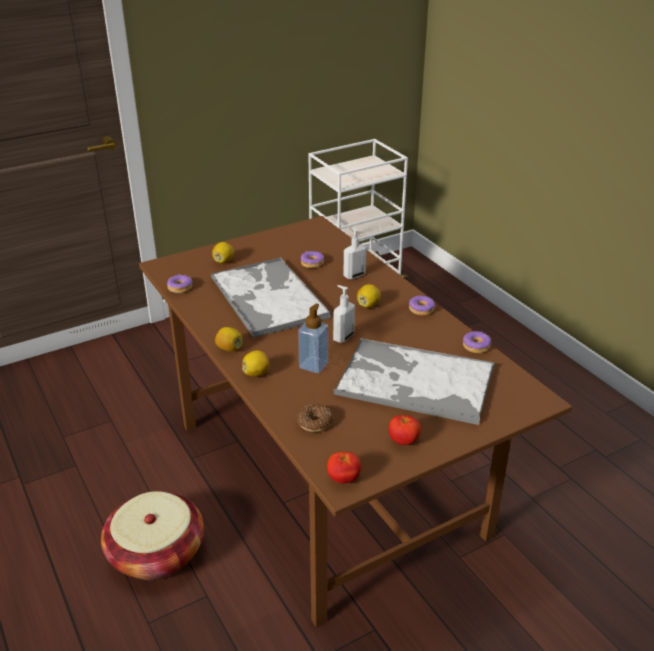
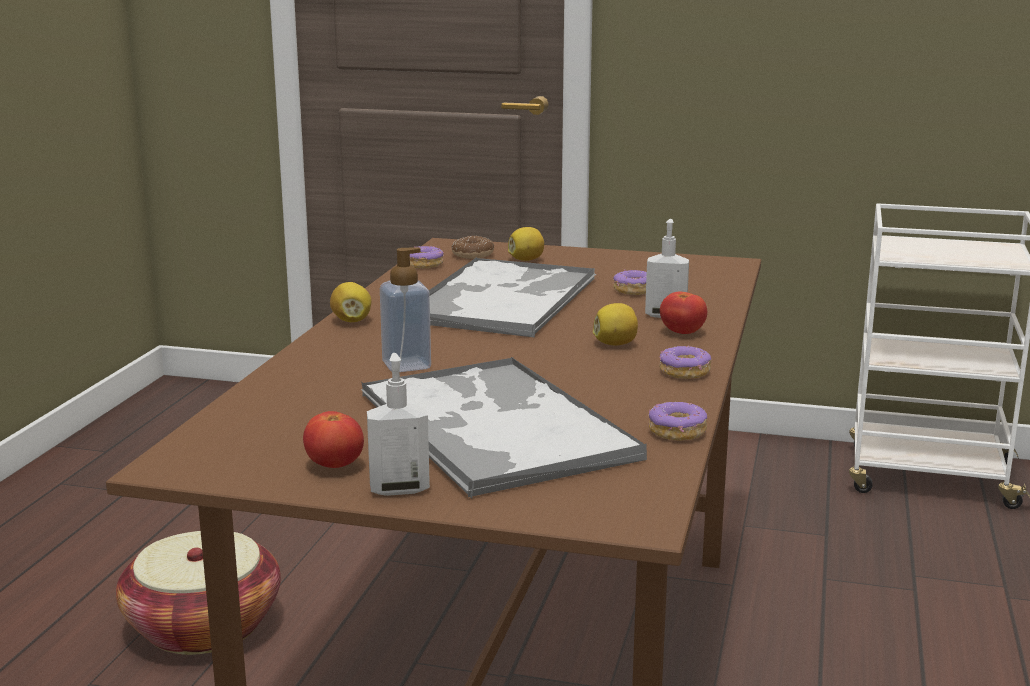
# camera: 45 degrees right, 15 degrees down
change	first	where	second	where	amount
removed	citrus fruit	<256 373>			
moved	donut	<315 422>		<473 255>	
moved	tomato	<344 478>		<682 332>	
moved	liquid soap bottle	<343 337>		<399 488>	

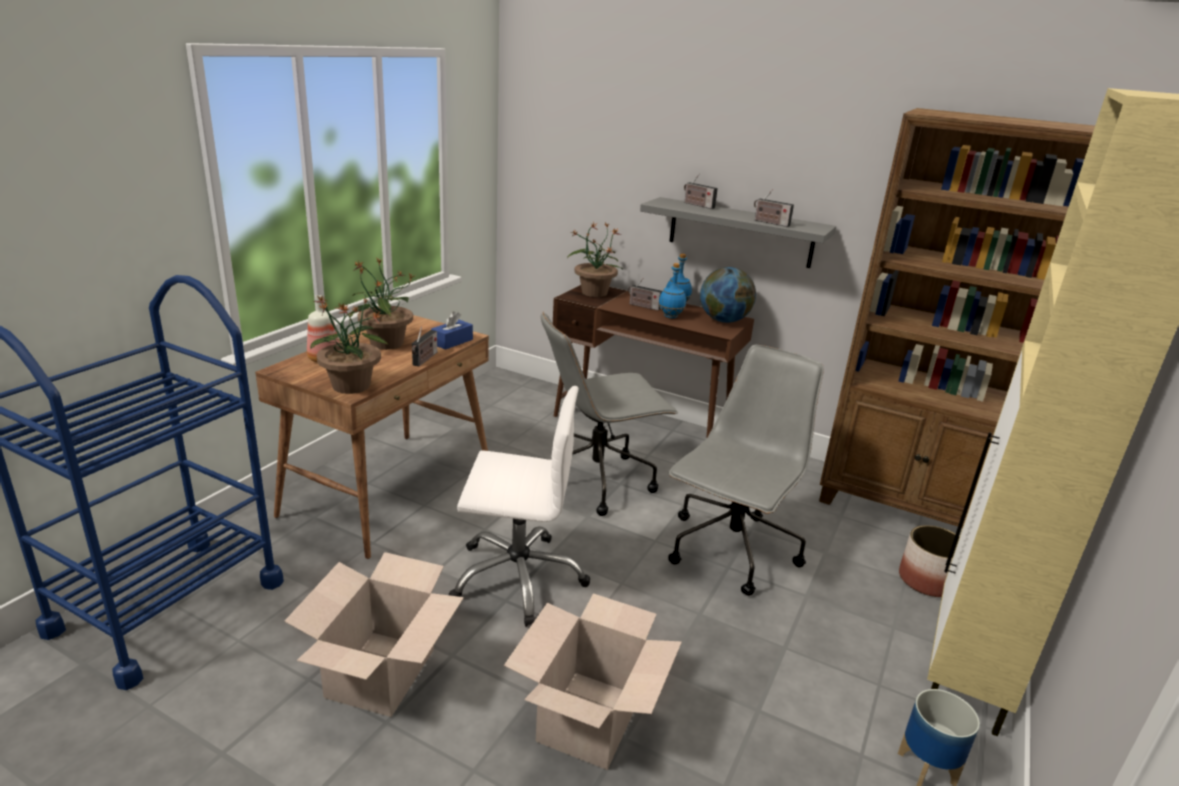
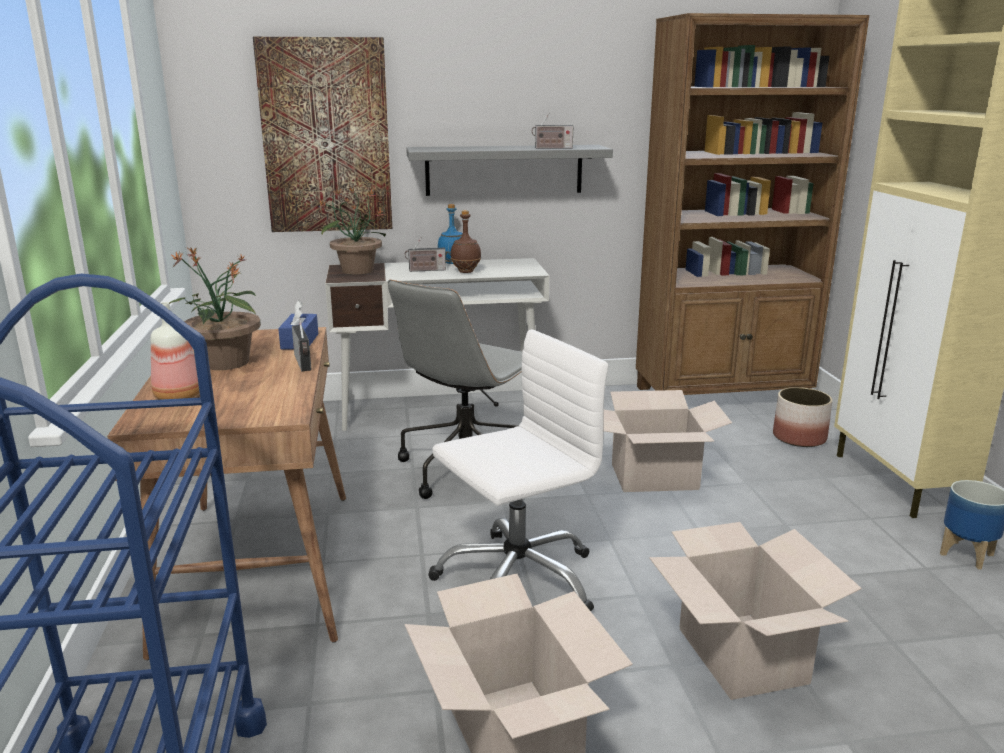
# camera: 35 degrees left, 5 degrees down
change	first	where	second	where	amount
removed	houseplant	<351 386>			
recoloured	brown desk table	<641 426>	white-coloured desk table	<441 410>	
recoloured	bluish drink bottle	<671 316>	brown drink bottle	<466 271>	
replaced	grey desk chair	<731 552>	packing box	<654 476>	
removed	radio set	<697 205>			
removed	world globe	<724 321>			
added			wall picture	<326 137>	

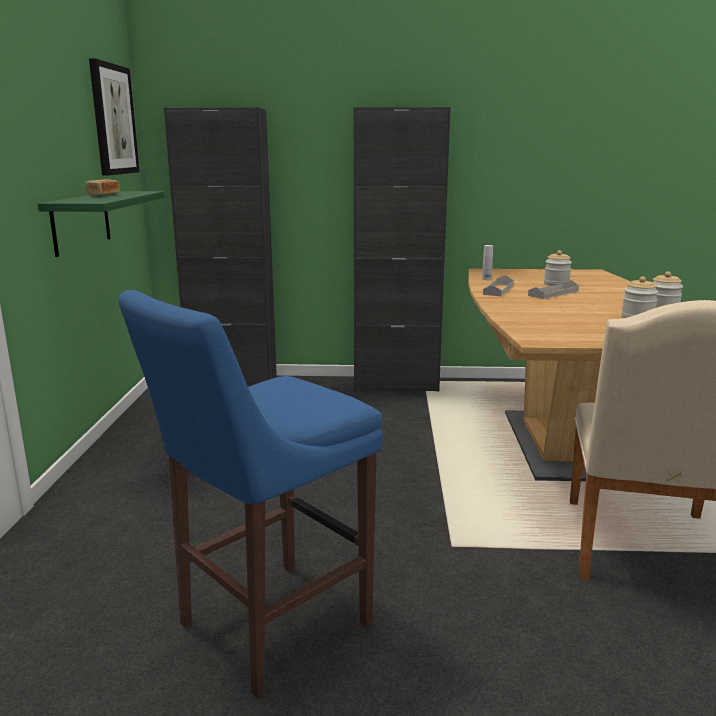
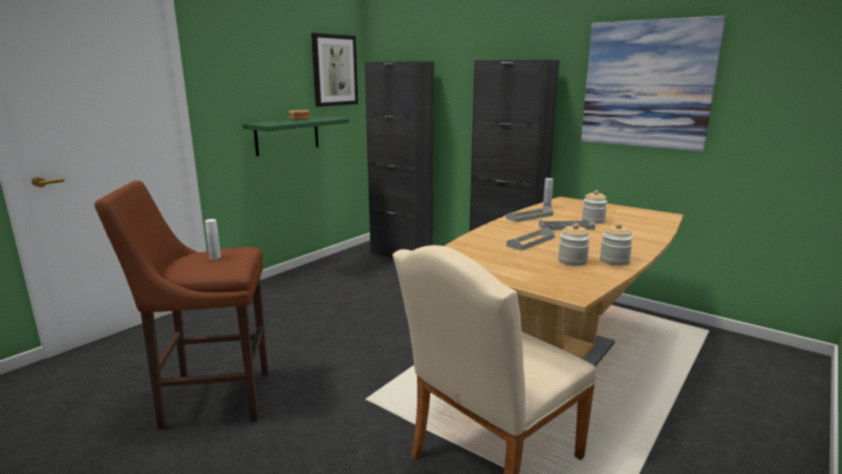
# camera: 35 degrees right, 0 degrees up
change	first	where	second	where	amount
recoloured	bluish stool seat	<266 627>	brown stool seat	<211 398>	
added			white-coloured drink bottle	<215 257>	
added			grey tray	<531 242>	
added			wall picture	<647 84>	

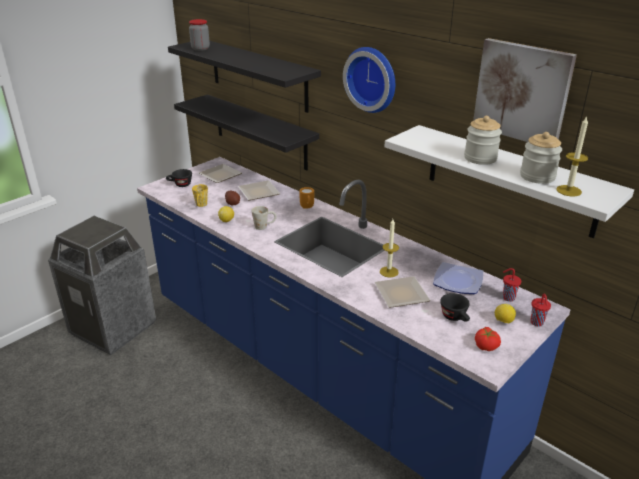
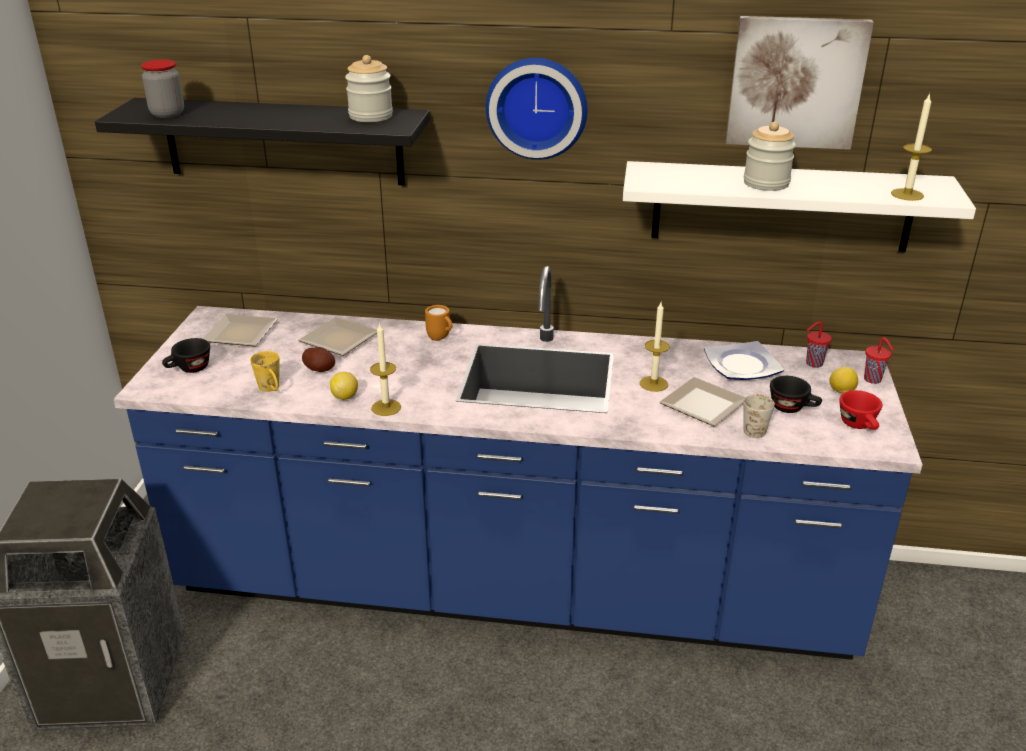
# camera: 35 degrees left, 0 degrees up
change	first	where	second	where	amount
removed	black-coloured shelf	<260 132>			
moved	white-coloured tea mug	<264 226>		<757 428>	
replaced	tomato	<486 346>	reddish drinking cup	<860 426>	
moved	storage jar	<537 176>		<371 116>	
added			wax candle	<386 407>	

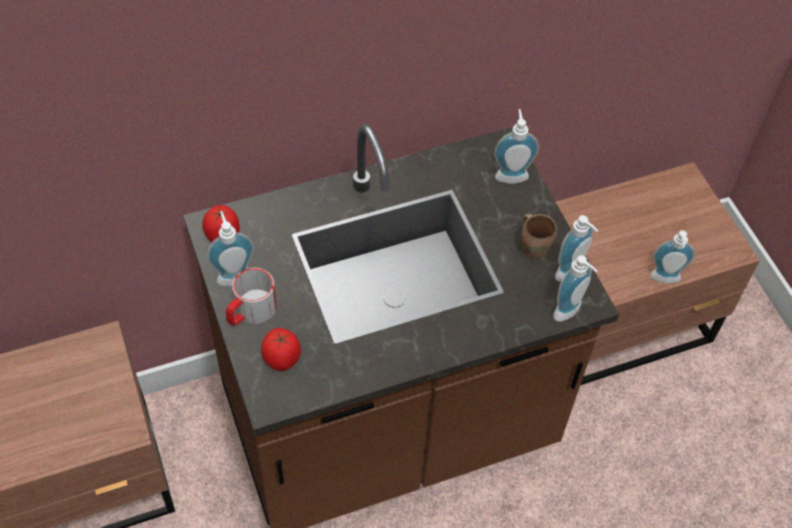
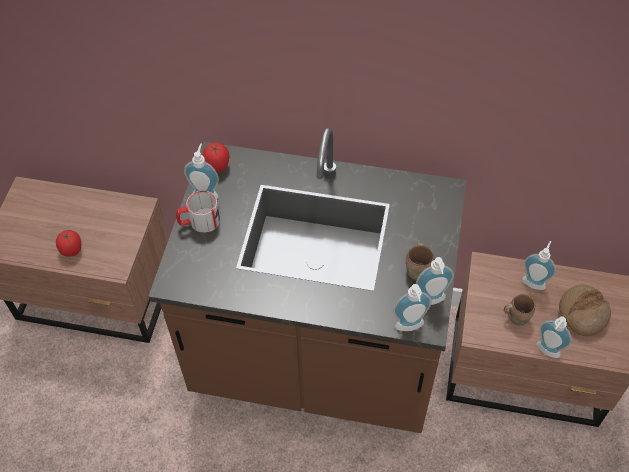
# camera: 35 degrees right, 0 degrees up
change	first	where	second	where	amount
moved	tomato	<282 359>		<72 250>	
moved	liquid soap bottle	<511 174>		<534 281>	
added			brown tea mug	<516 316>	
added			bakery bread	<582 313>	

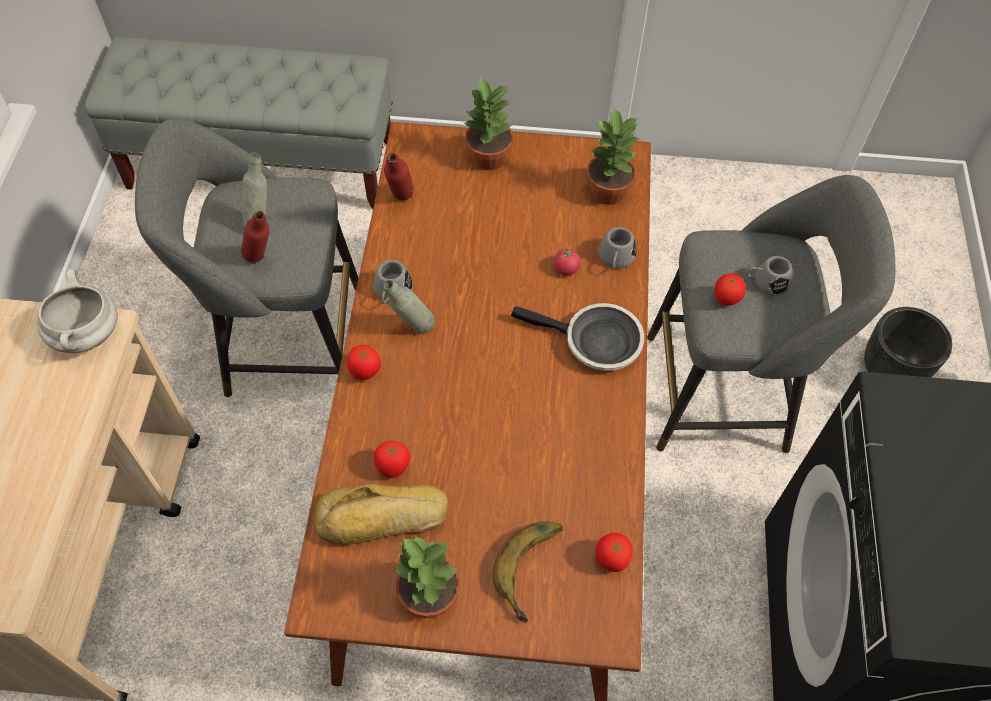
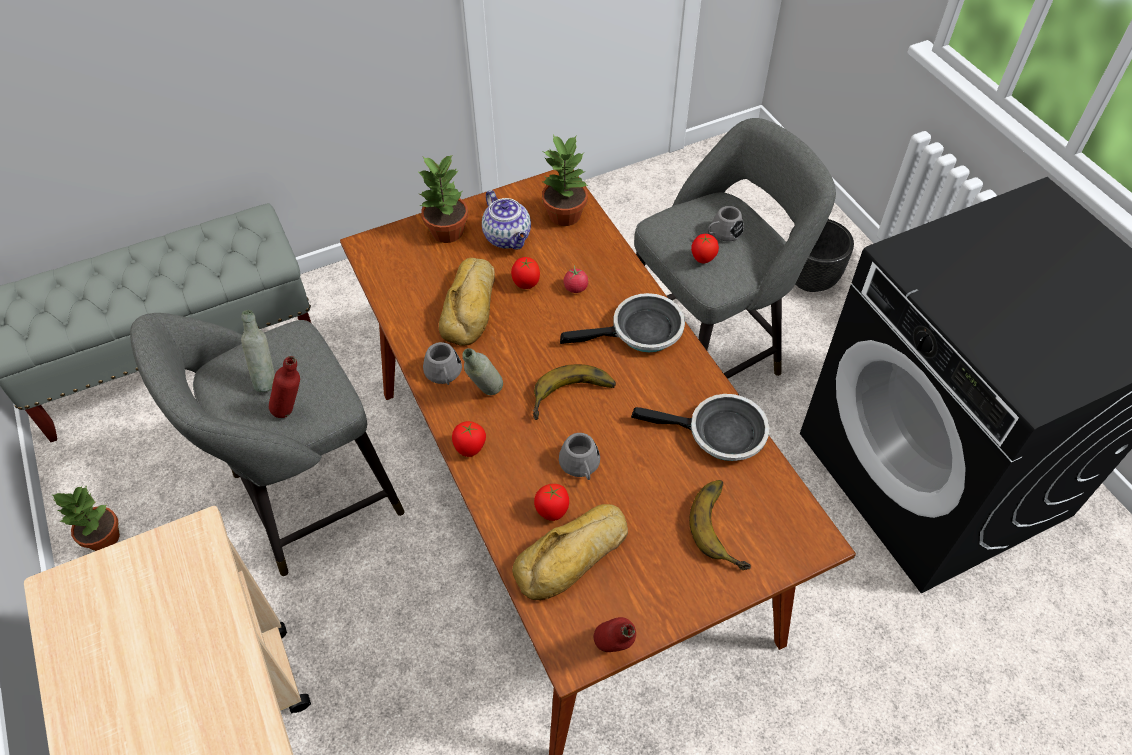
# camera: 30 degrees left, 5 degrees down
change	first	where	second	where	amount
removed	white-coloured stockpot	<88 335>			
moved	reddish drink bottle	<401 202>		<613 653>	
moved	houseplant	<428 596>		<103 538>	
moved	tomato	<611 560>		<526 284>	
moved	grey tea mug	<615 259>		<581 466>	
added			bakery bread	<472 306>	
added			tea pot	<508 238>	
added			banana fruit	<574 399>	
added			frying pan	<719 434>	

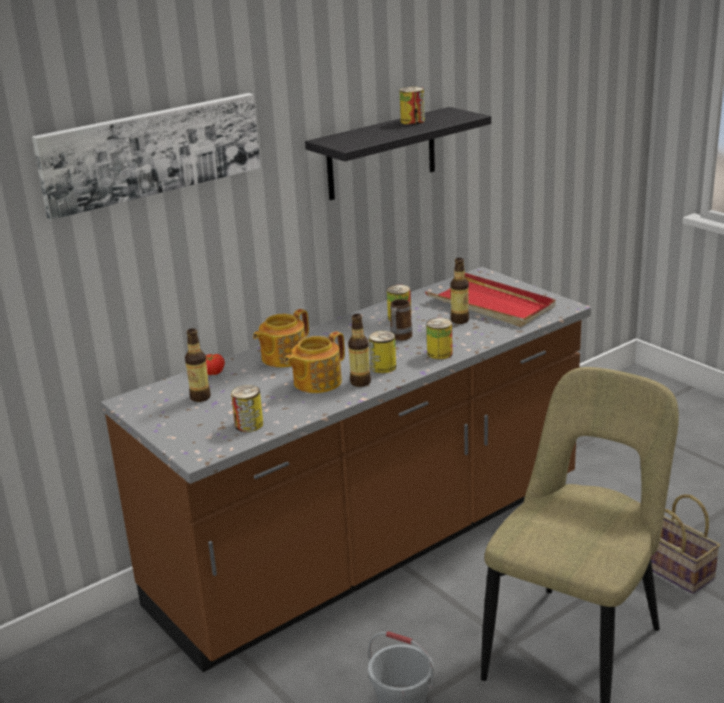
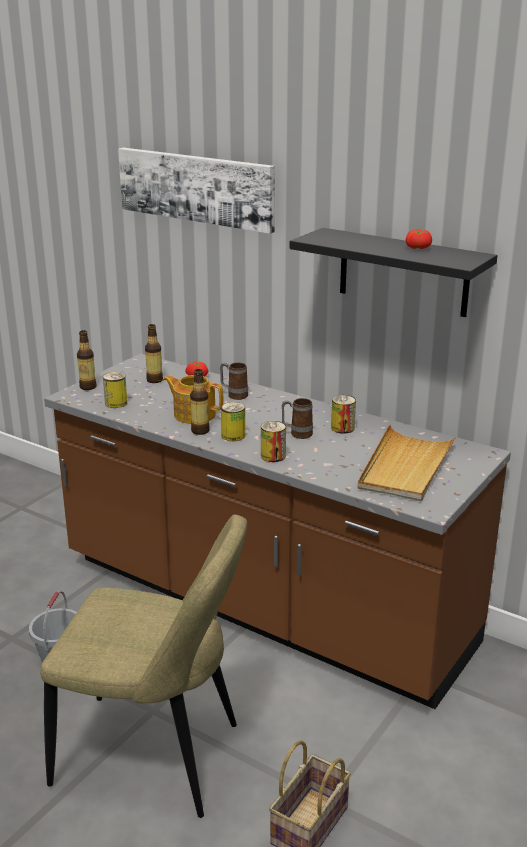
# camera: 70 degrees right, 0 degrees up
change	first	where	second	where	amount
replaced	tea pot	<283 357>	tea mug	<234 395>	
replaced	sealed can	<412 121>	tomato	<417 248>	
recoloured	reddish tray	<491 304>	beige-coloured tray	<405 467>	
moved	drink bottle	<460 320>		<88 387>	

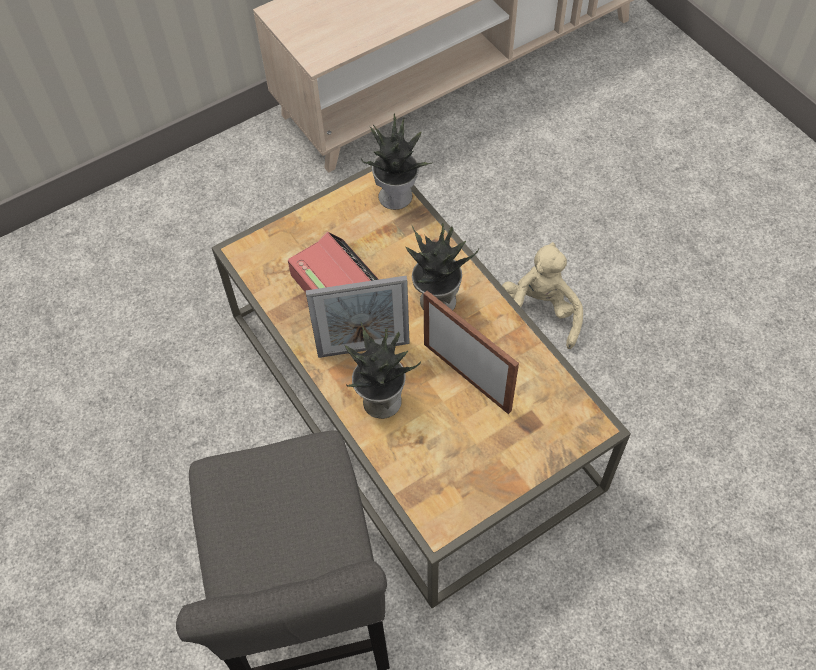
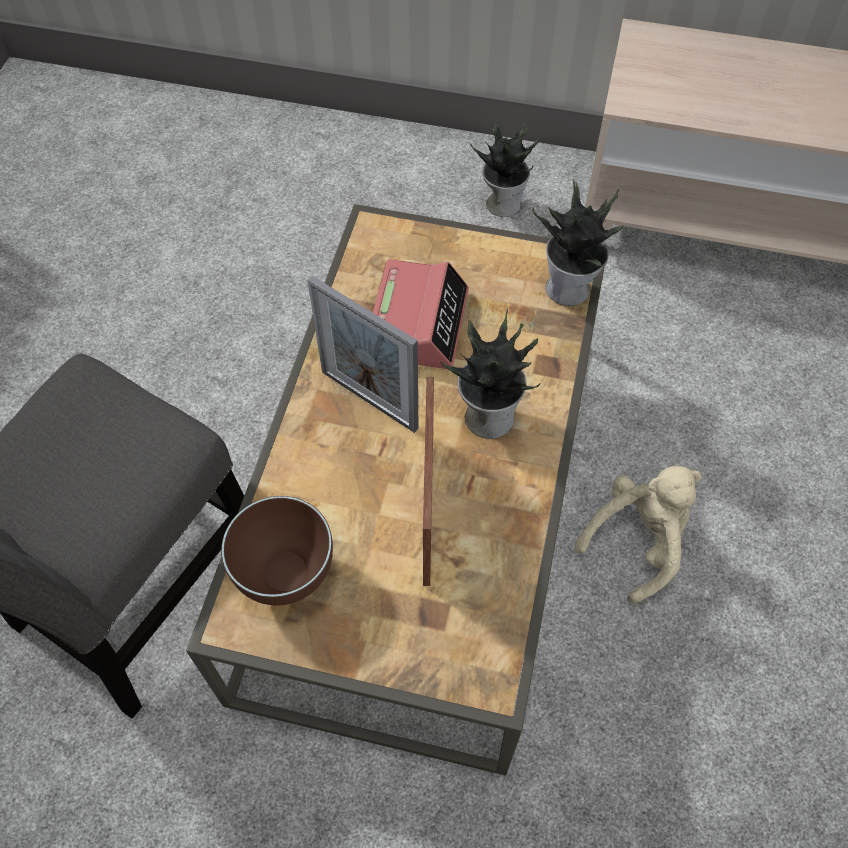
# camera: 45 degrees right, 0 degrees up
change	first	where	second	where	amount
moved	houseplant	<380 400>		<502 203>	
added			brown serving bowl	<288 574>	

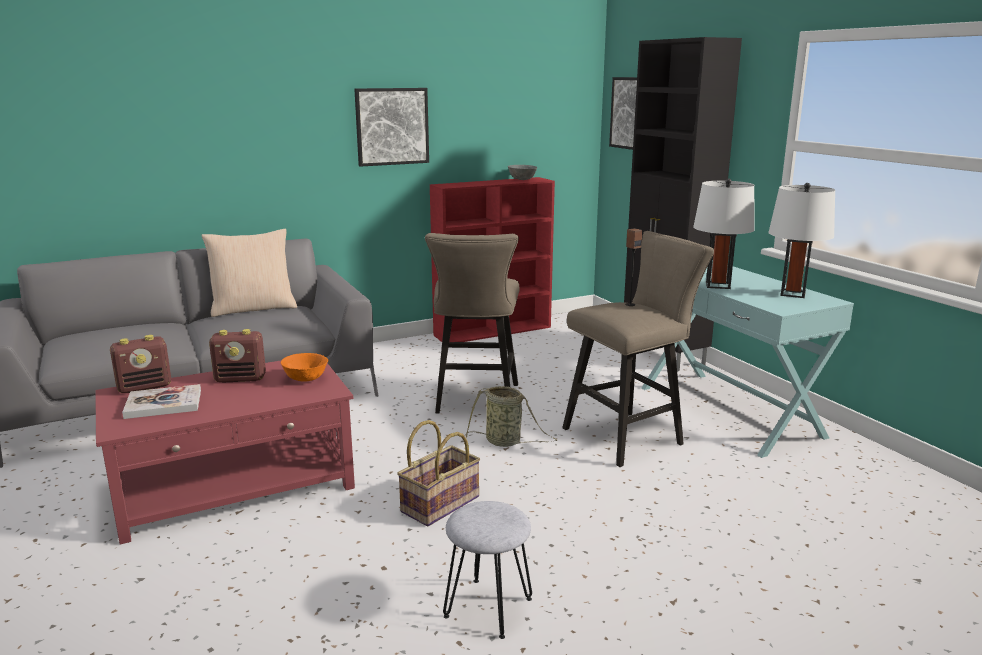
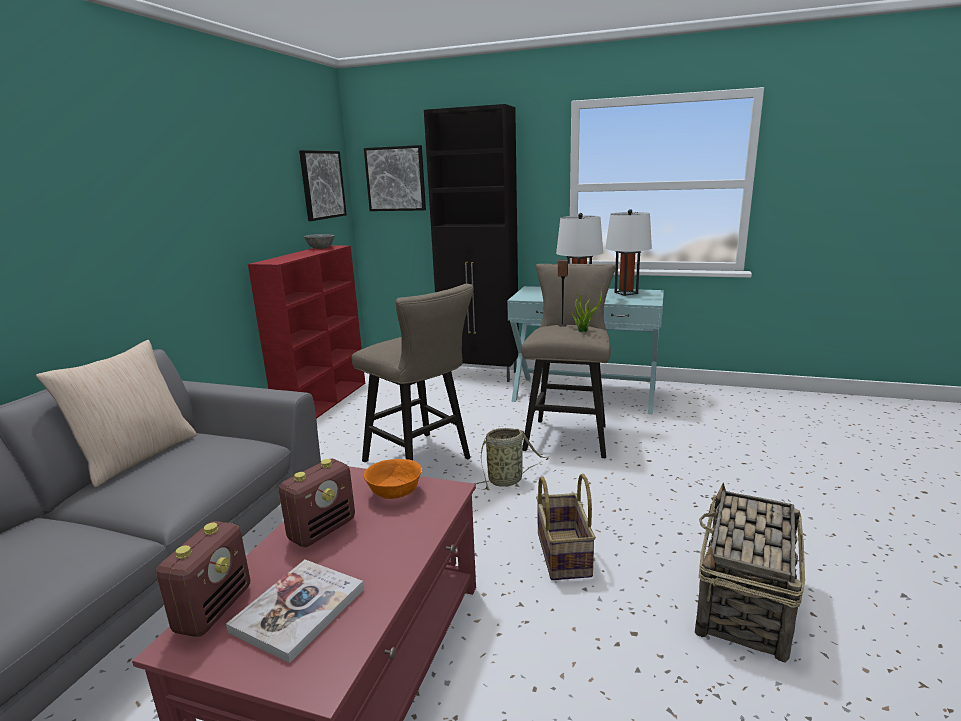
# camera: 45 degrees left, 0 degrees up
change	first	where	second	where	amount
moved	wall picture	<392 126>		<322 185>	
replaced	grey stool seat	<488 608>	basket	<743 604>	
added			houseplant	<584 330>	

